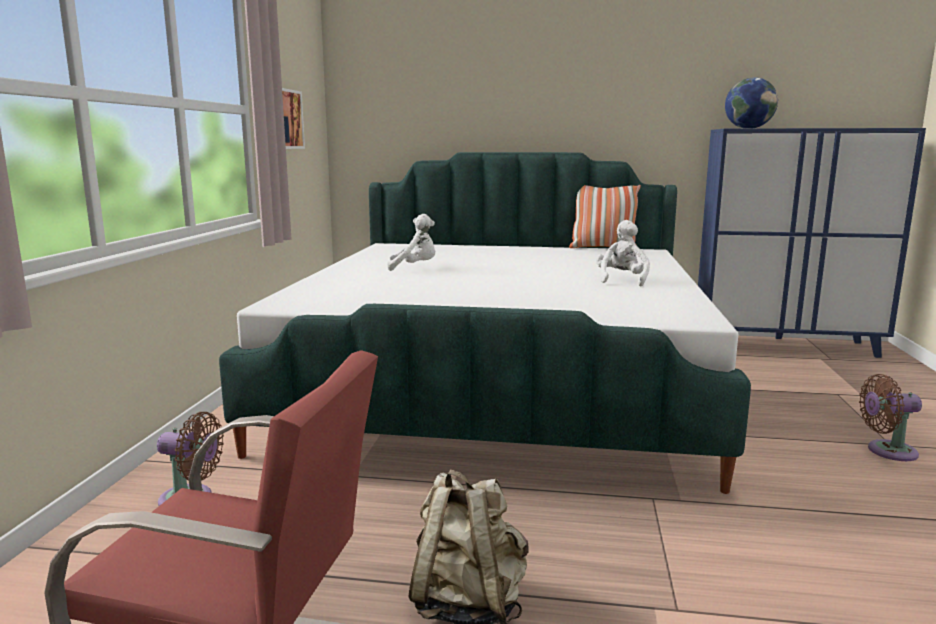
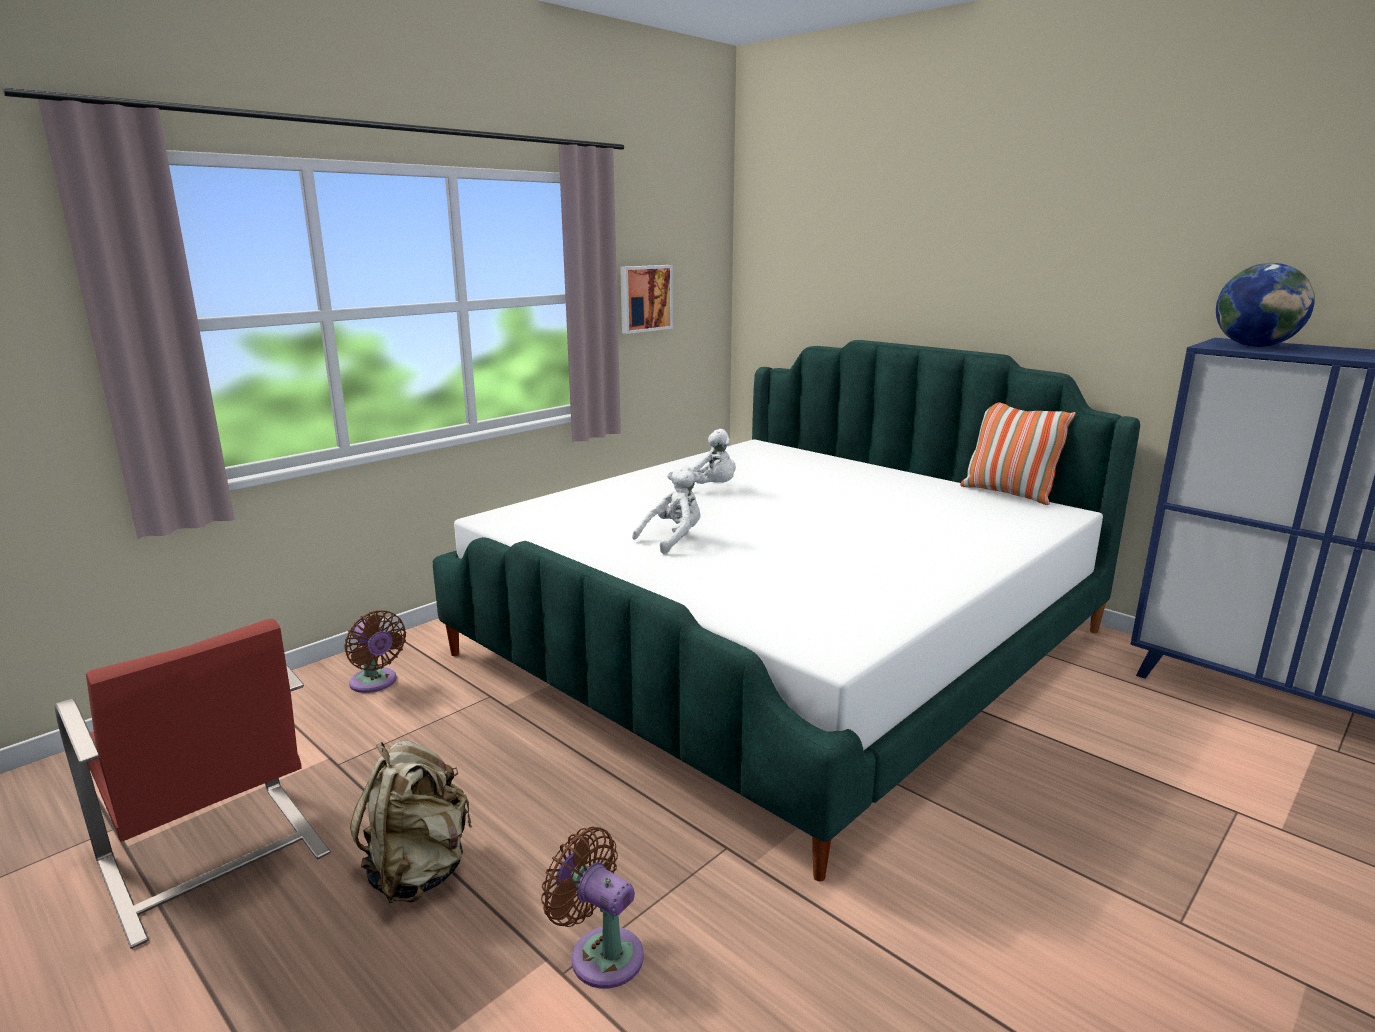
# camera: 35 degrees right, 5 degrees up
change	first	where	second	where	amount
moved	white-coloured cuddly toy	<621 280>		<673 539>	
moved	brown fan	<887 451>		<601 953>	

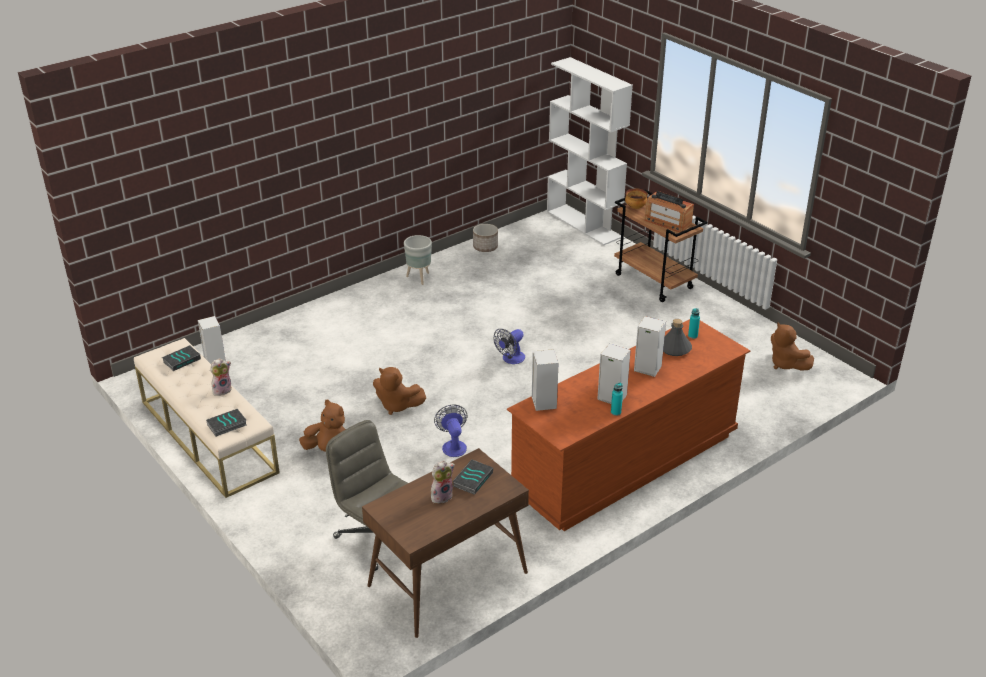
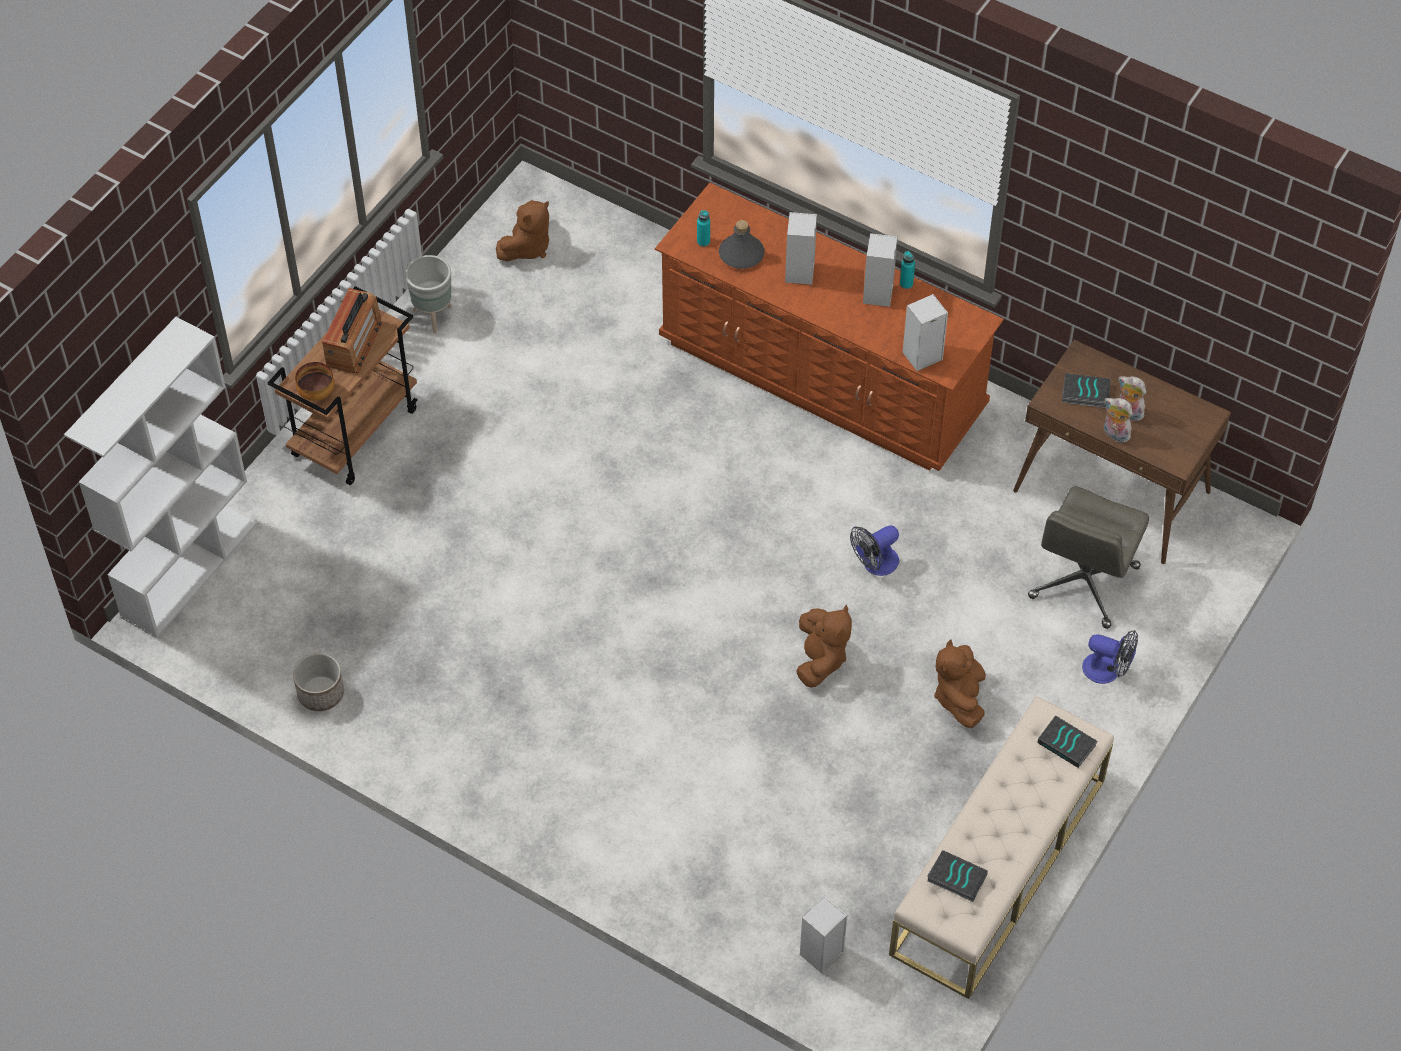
# camera: 110 degrees left, 20 degrees up
change	first	where	second	where	amount
moved	cuddly toy	<222 390>		<1114 434>	
moved	grey flower pot	<419 278>		<433 316>	
moved	fan	<511 359>		<1108 670>	

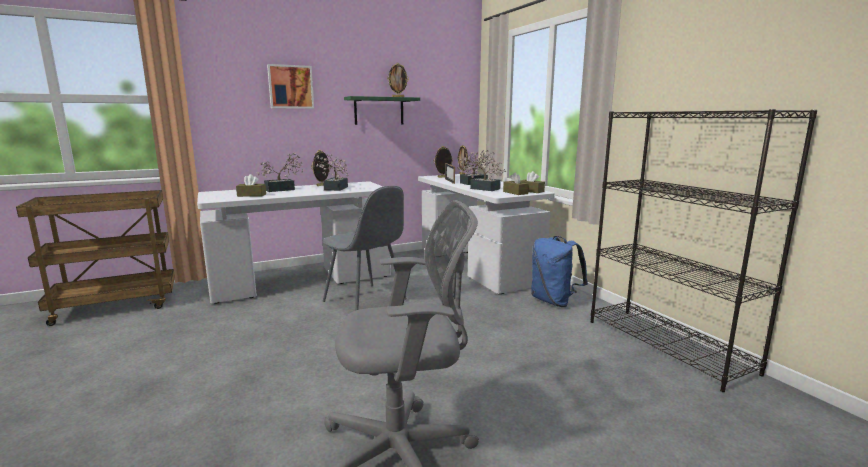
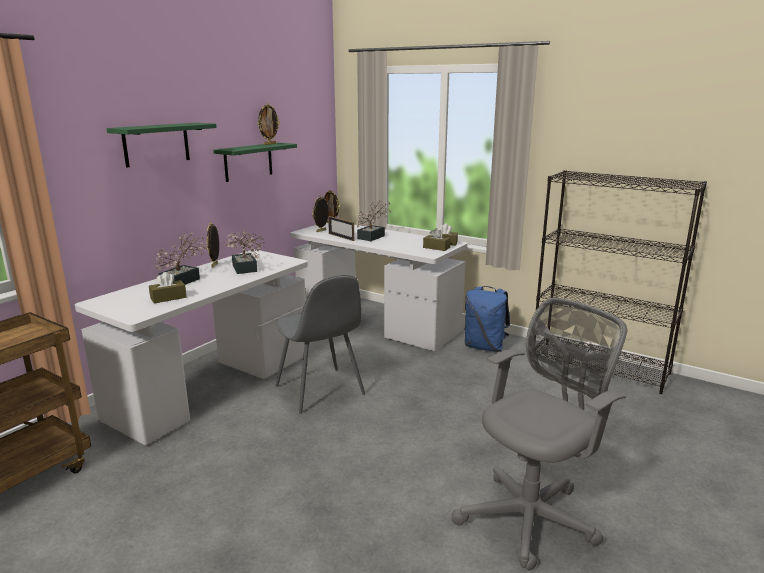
# camera: 30 degrees left, 5 degrees up
change	first	where	second	where	amount
replaced	wall picture	<290 87>	green shelf	<156 144>	
turned	grey chair	<366 301>		<320 391>	45 degrees clockwise
removed	houseplant	<482 188>			

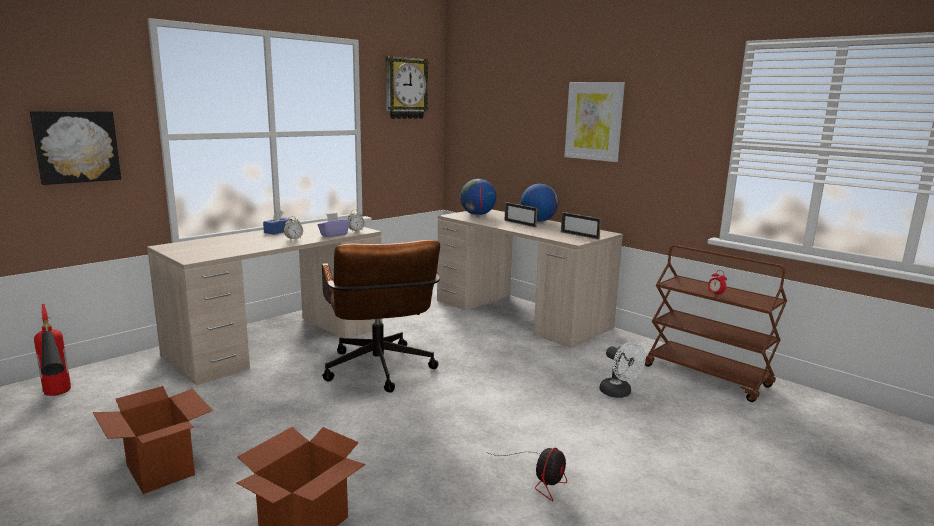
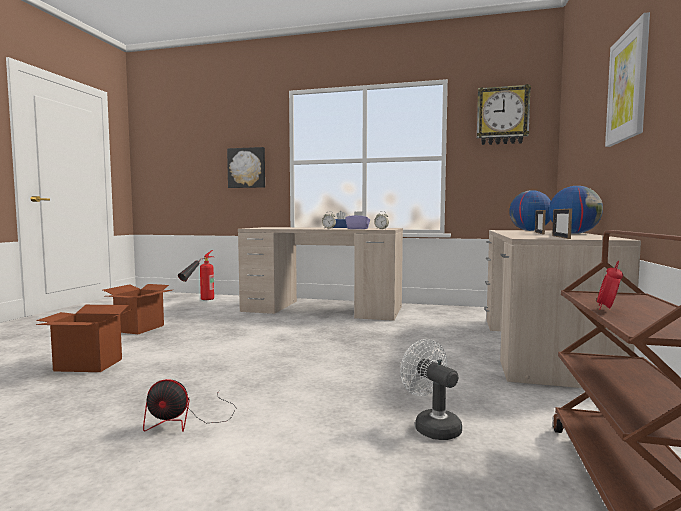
# camera: 60 degrees right, 10 degrees down
change	first	where	second	where	amount
removed	brown desk chair	<380 372>			
turned	white-coloured fan	<619 393>		<432 426>	120 degrees clockwise

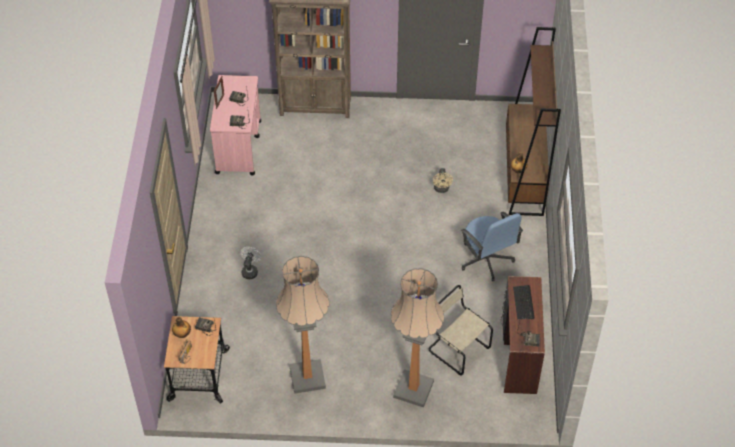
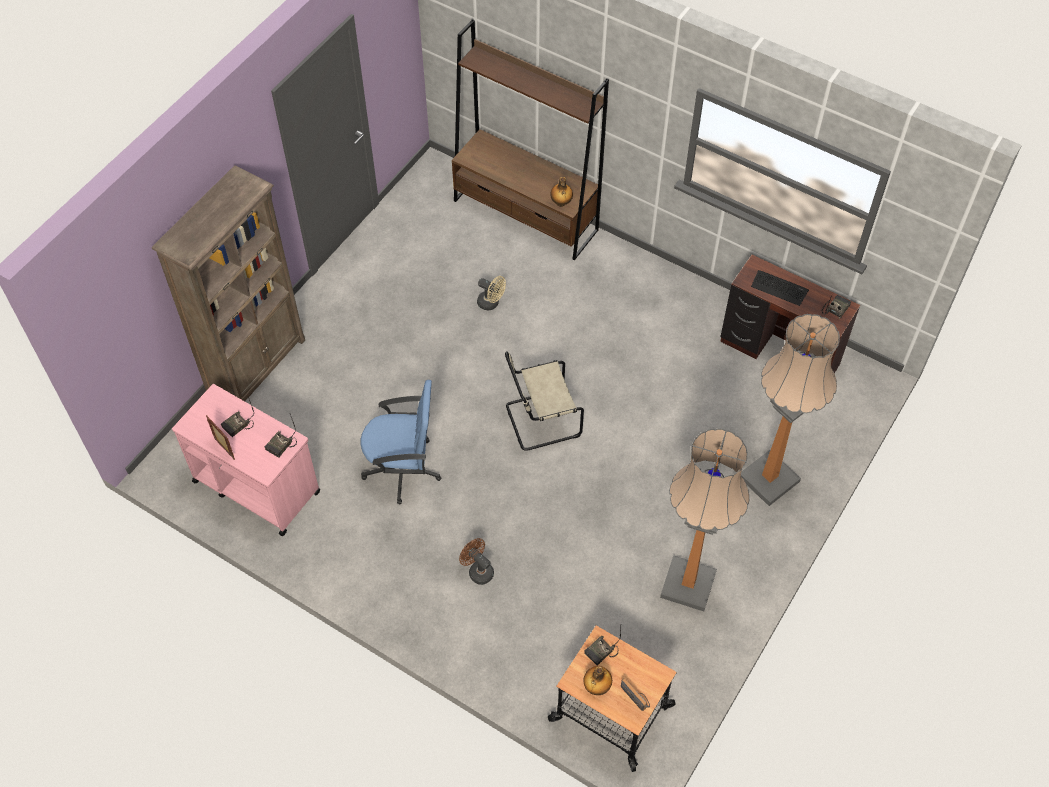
# camera: 60 degrees left, 5 degrees up
change	first	where	second	where	amount
recoloured	white-coloured fan	<250 270>	brown fan	<478 570>	
moved	beige-coloured chair	<457 348>		<540 420>	
moved	bluish desk chair	<486 260>		<403 469>	

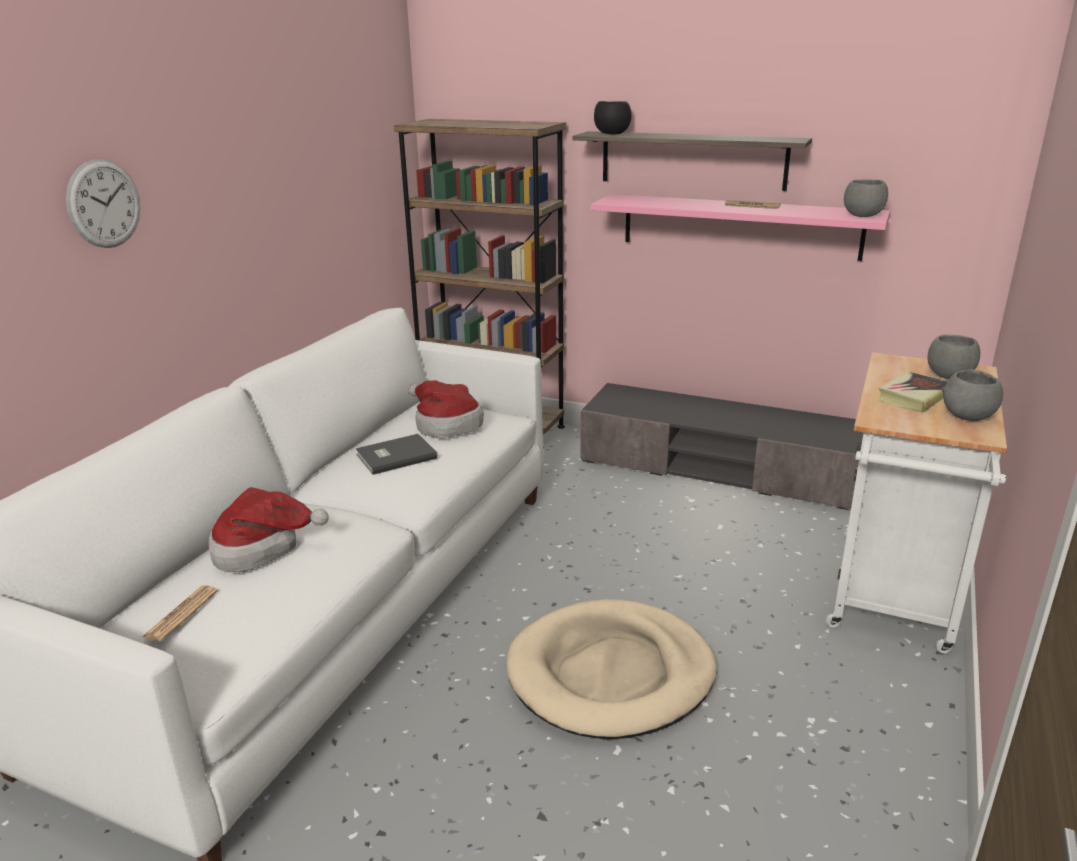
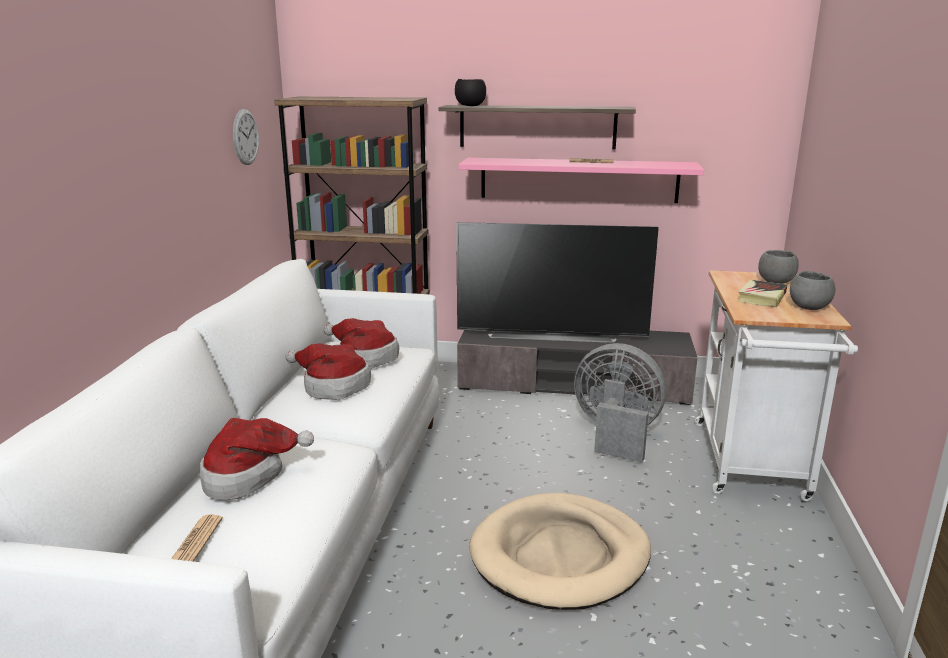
# camera: 15 degrees left, 5 degrees down
change	first	where	second	where	amount
moved	wall clock	<104 204>		<245 137>	
replaced	grey volume	<394 456>	hat	<332 387>	
removed	grey serving bowl	<862 215>			
added			TV	<551 334>	
added			grey fan	<616 435>	

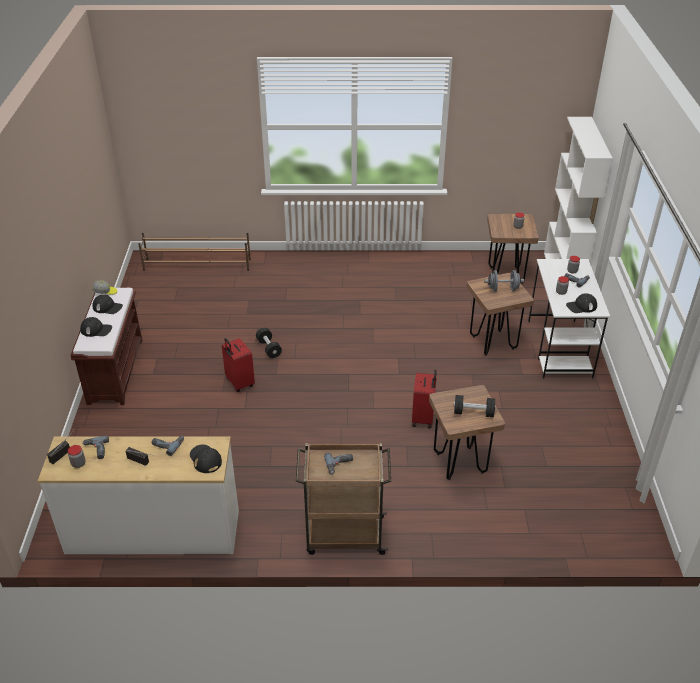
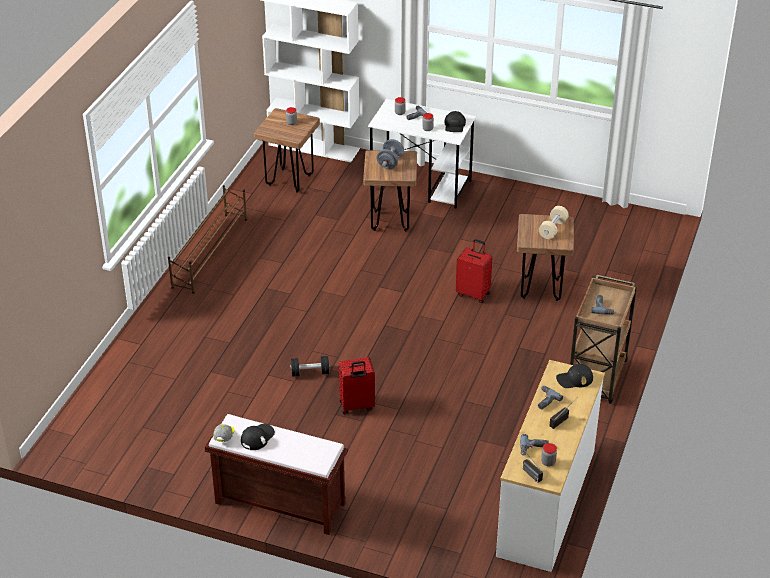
# camera: 70 degrees left, 0 degrees up
change	first	where	second	where	amount
removed	black-coloured peaked cap	<96 330>			
moved	brown shoe shelf	<197 265>		<210 252>	
recoloured	black-coloured free weight	<473 413>	beige-coloured free weight	<553 229>	

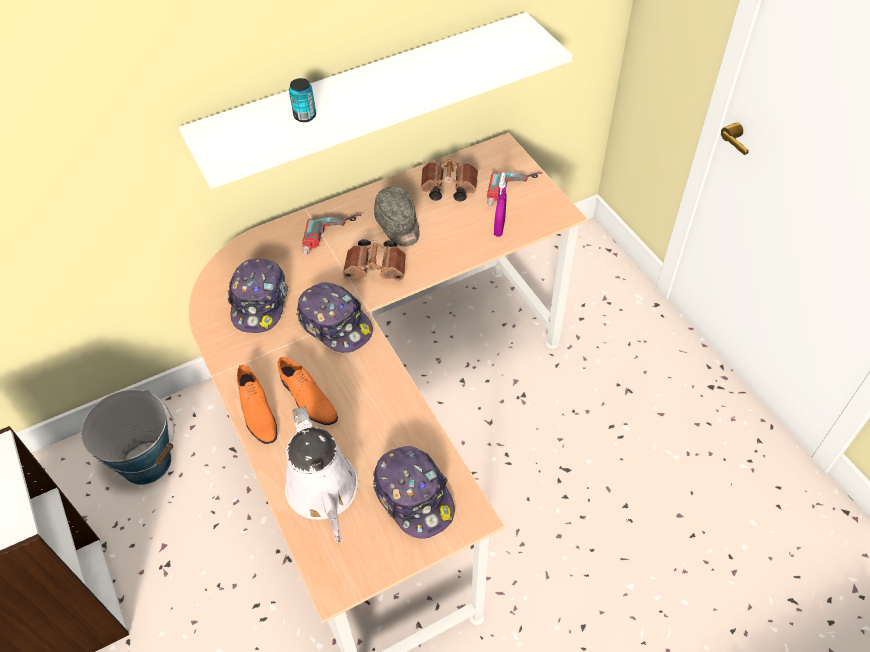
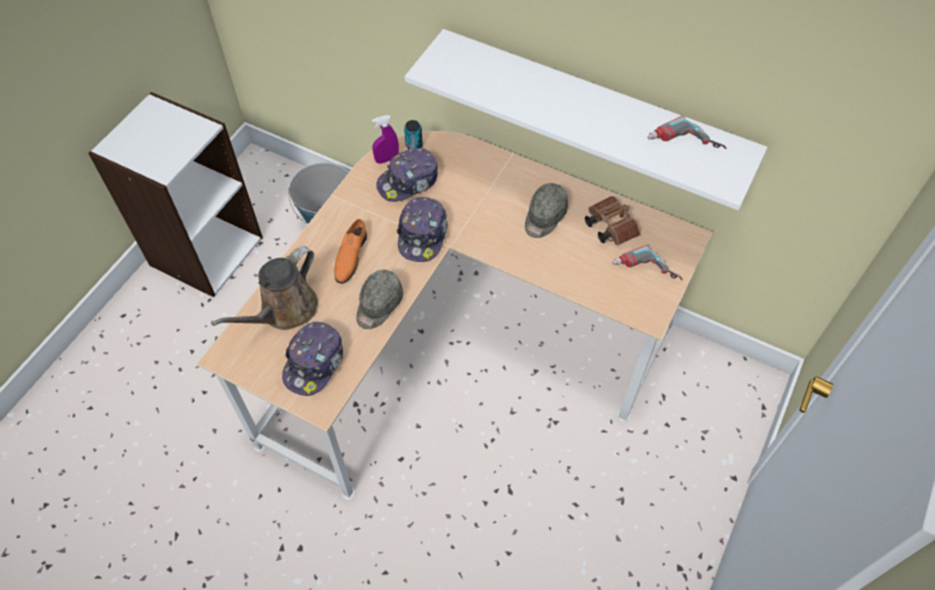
# camera: 55 degrees right, 5 degrees up
change	first	where	second	where	amount
removed	orange-coloured shoe	<256 411>			
recoloured	white-coloured sprinkling can	<324 493>	brown sprinkling can	<284 310>	
moved	sealed can	<305 116>		<414 145>	
moved	electric drill	<332 238>		<684 145>	
removed	brown pair of binoculars	<377 269>			
moved	purple spray bottle	<499 228>		<387 159>	
added			grey peaked cap	<378 305>	

